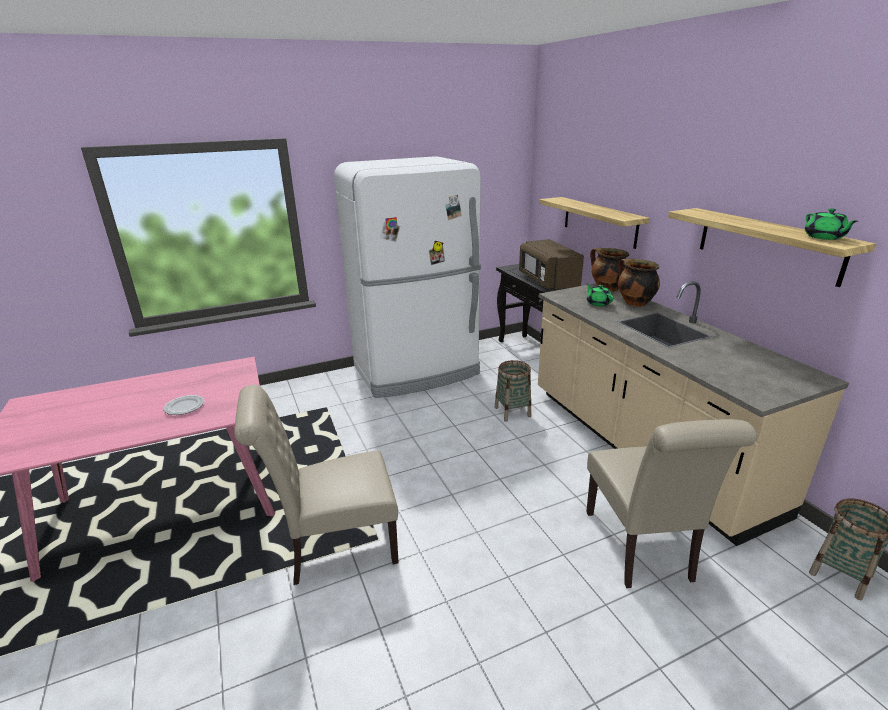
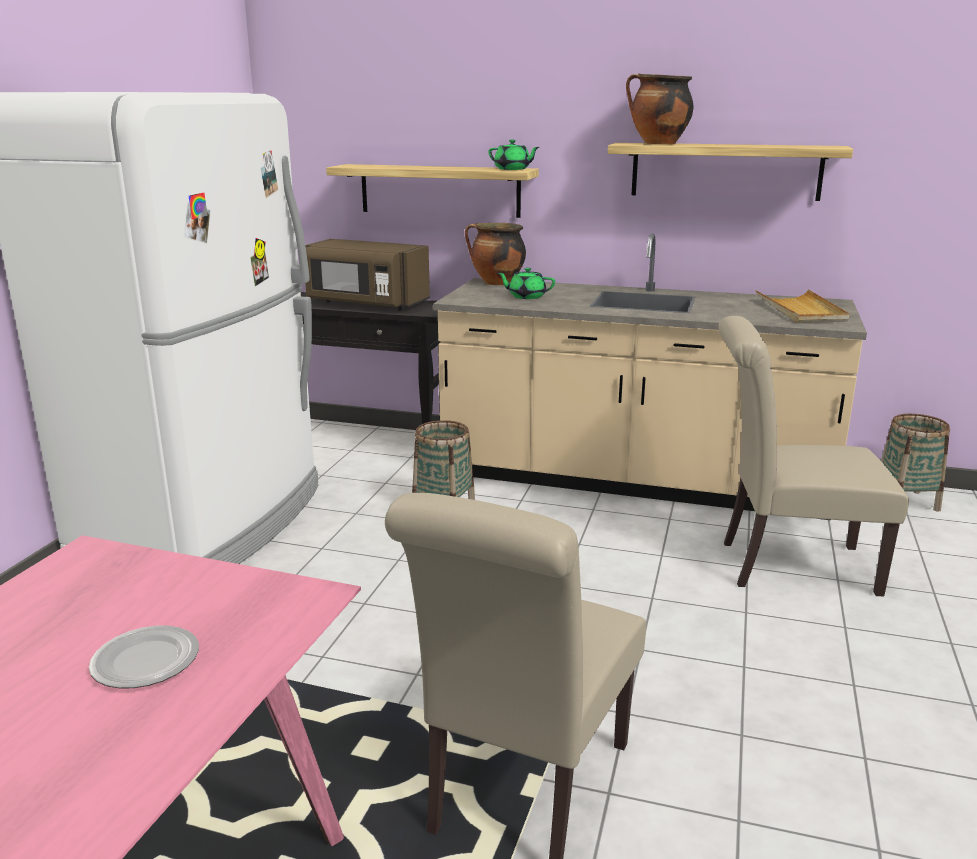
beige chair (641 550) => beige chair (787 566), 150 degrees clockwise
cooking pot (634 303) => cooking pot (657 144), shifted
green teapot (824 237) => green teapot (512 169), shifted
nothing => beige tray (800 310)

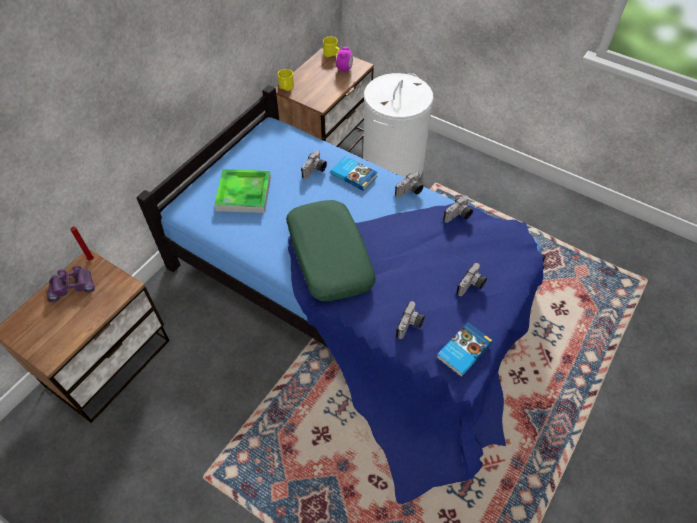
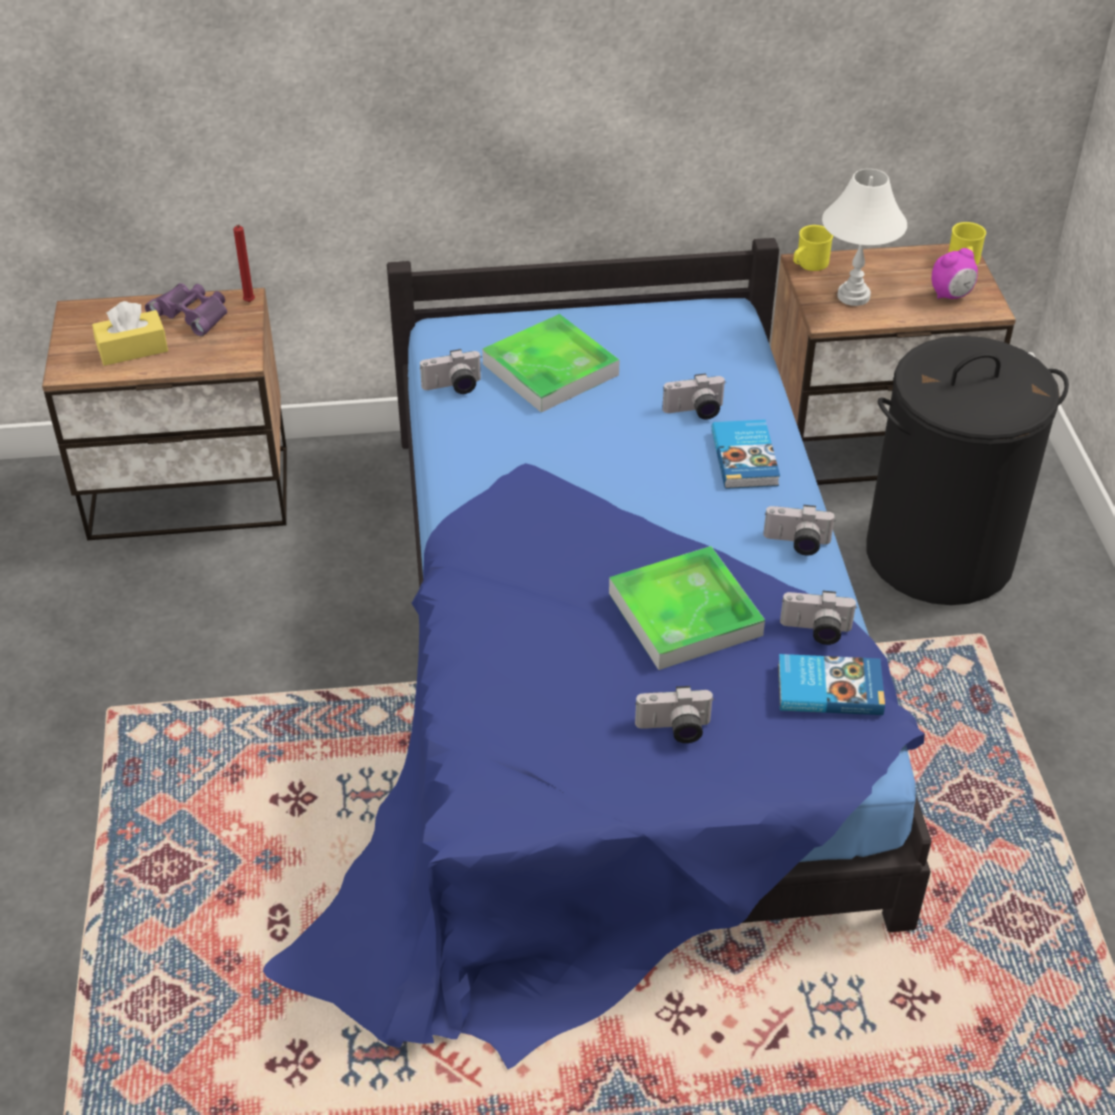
green pillow (328 256) => nothing
white laundry basket (392 166) => black laundry basket (939 554)
photo camera (410 326) => photo camera (453 387), shifted
book (463 350) => book (828 688), shifted
nothing => yellow tissue box (132 349)
nothing => tray (685 614)
nothing => white table lamp (853 296)

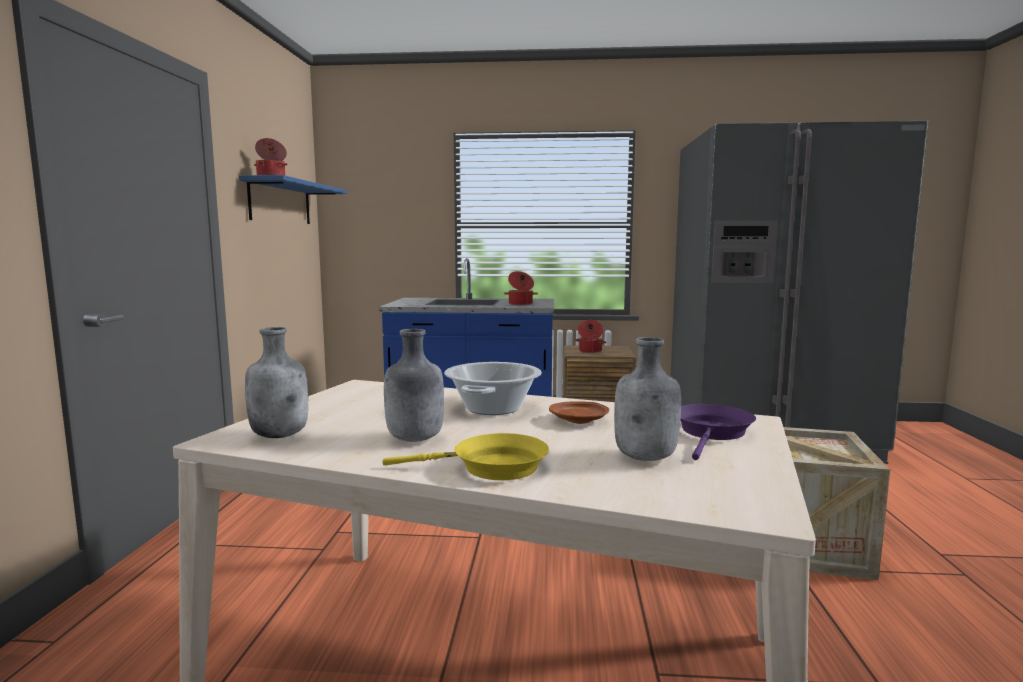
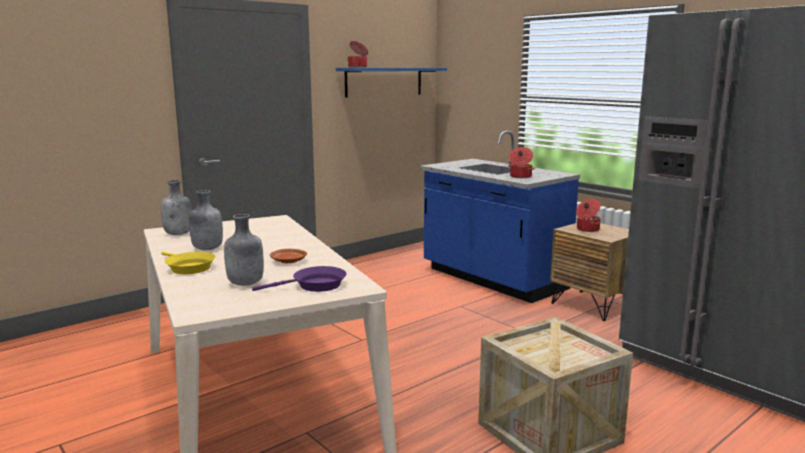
cooking pot (492 408) => nothing

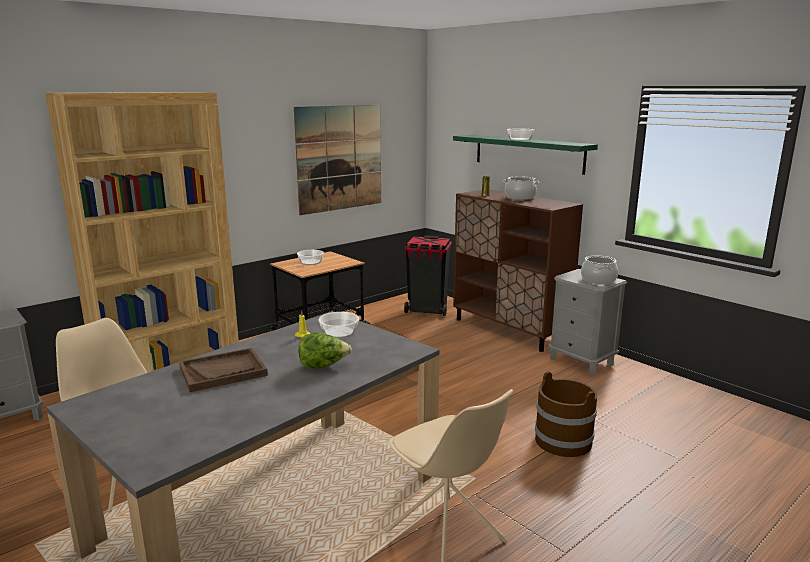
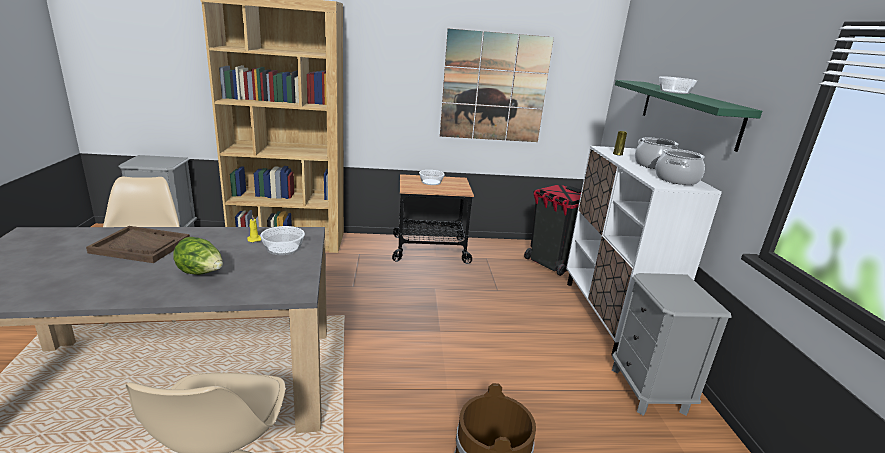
brown cabinet (509 330) => white cabinet (610 316)
cooking pot (598 280) => cooking pot (676 180), shifted

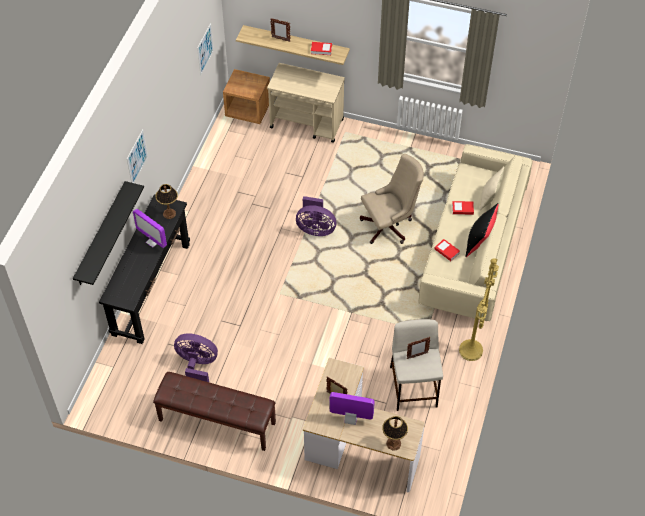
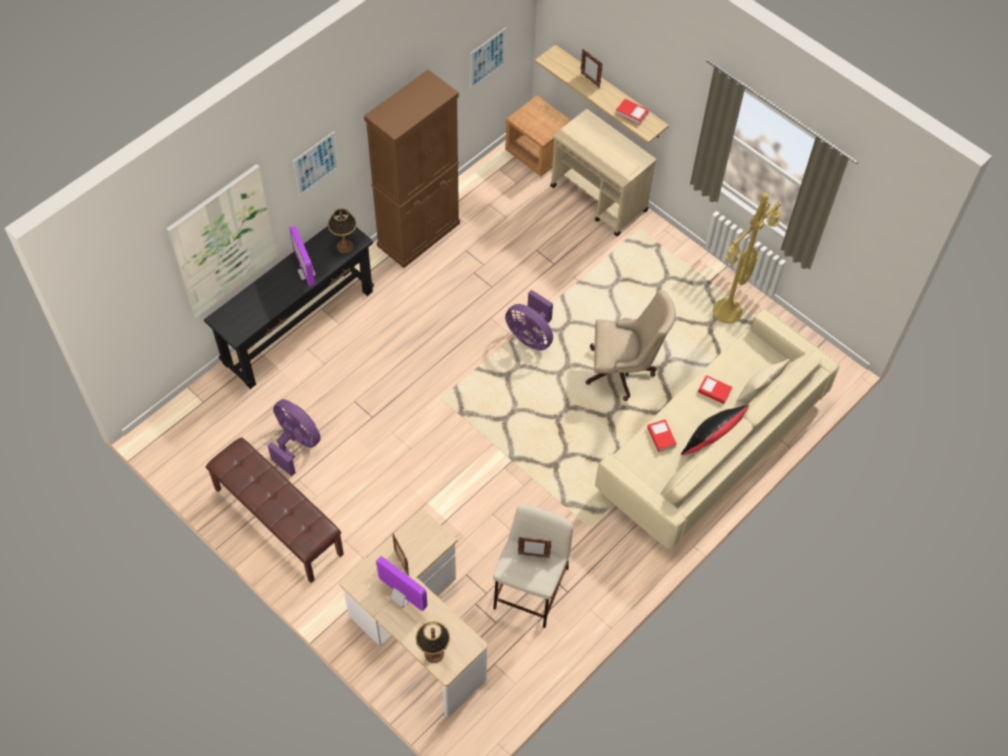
black shelf (101 235) => picture (223 242)
yellow floor lamp (472 352) => yellow floor lamp (727 314), shifted
nothing => brown cabinet (419 234)

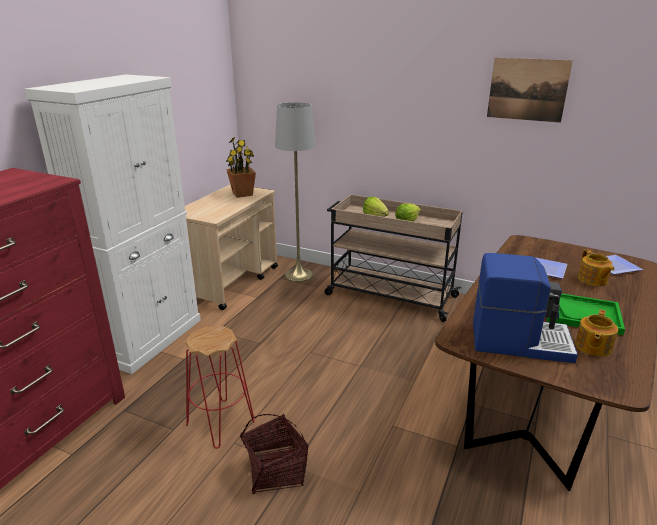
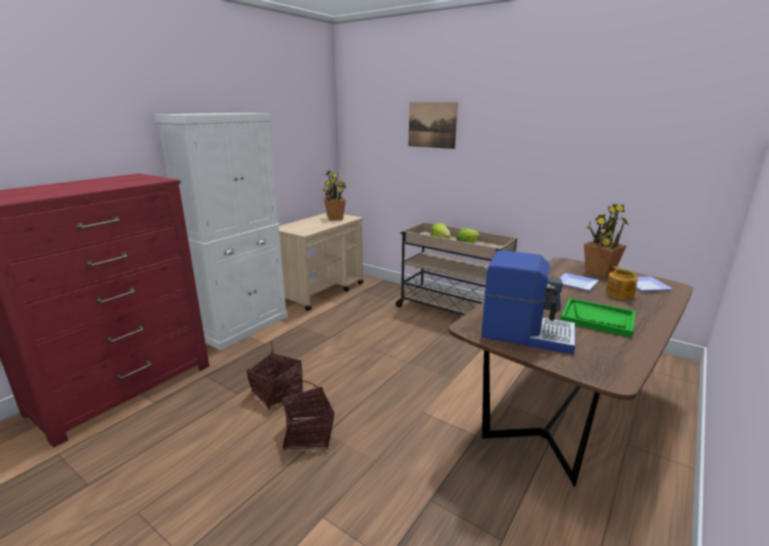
red stool (221 423) => basket (277 393)
grey floor lamp (299 275) => nothing
picture (527 89) => picture (432 125), shifted
teapot (592 347) => nothing
nothing => potted plant (599 272)

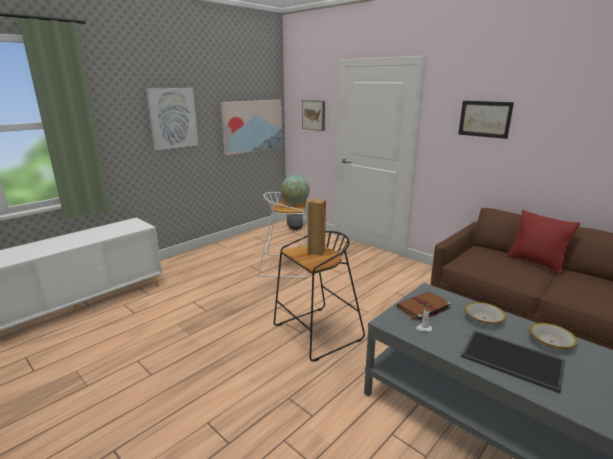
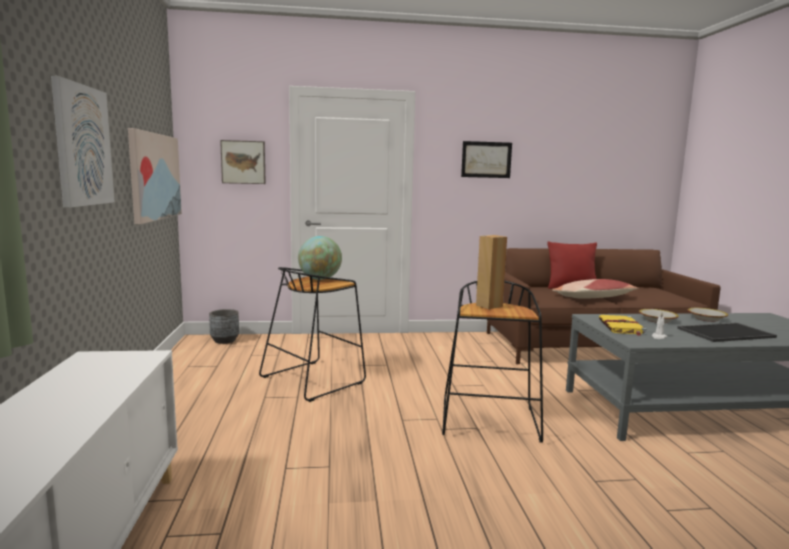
white stool (288 265) => black stool (313 379)
brown book (423 308) => yellow book (621 327)
nothing => pillow (593 298)

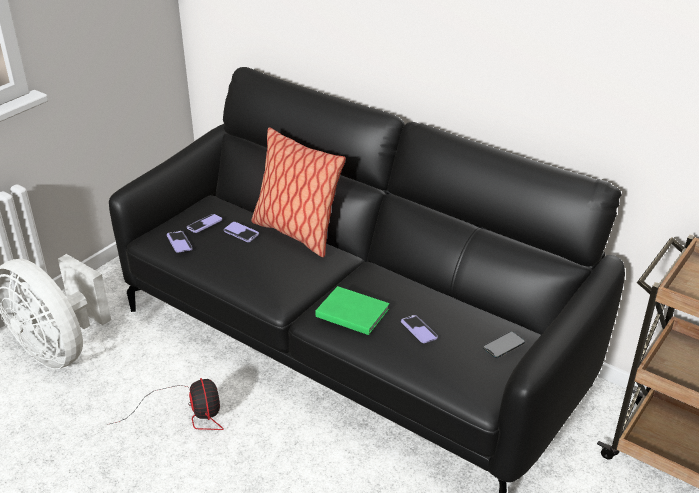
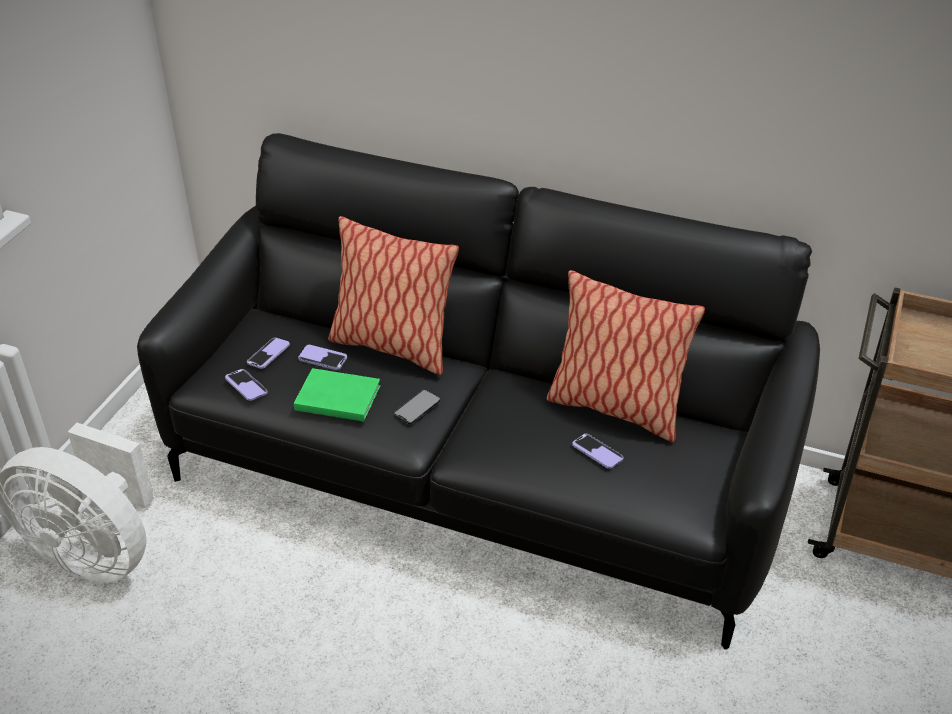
fan (189 413) => nothing
green book (351 311) => green book (336 396), shifted
phone (504 345) => phone (417 407), shifted
nothing => pillow (615 408)

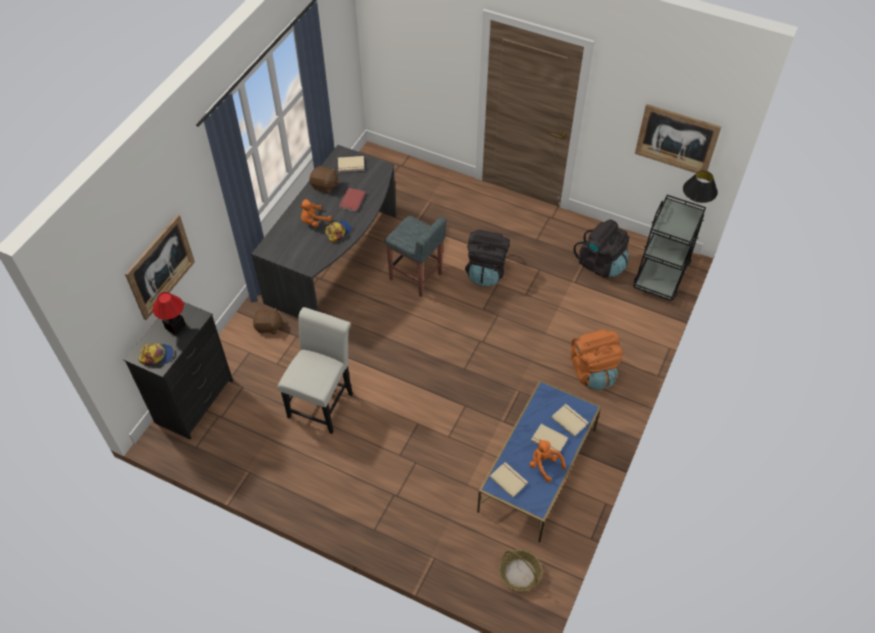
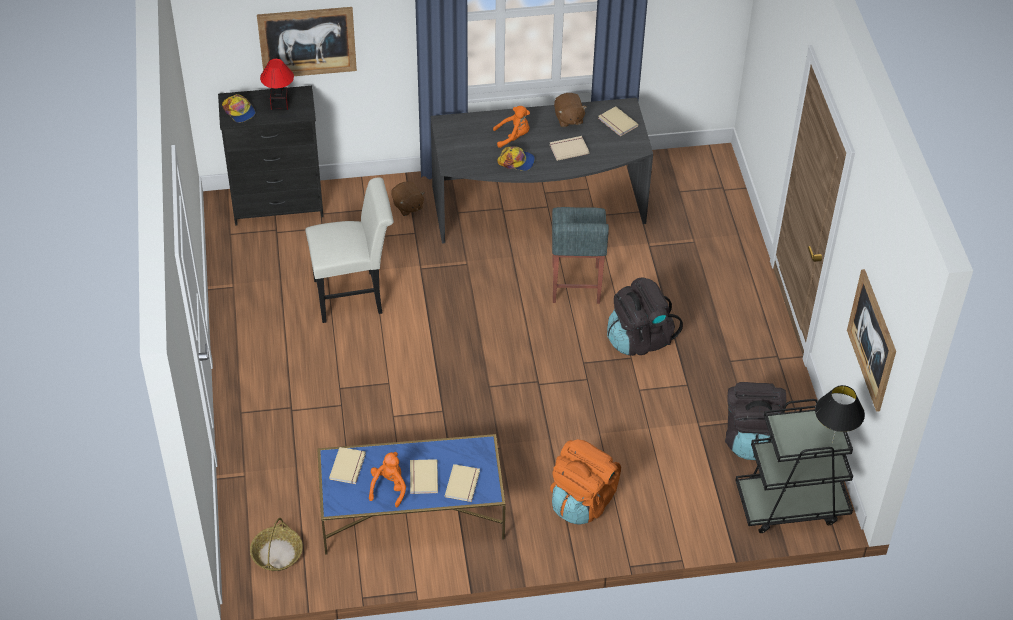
orange plush toy (314 221) => orange plush toy (513 137), 150 degrees clockwise
red book (351 200) => beige book (568 149)

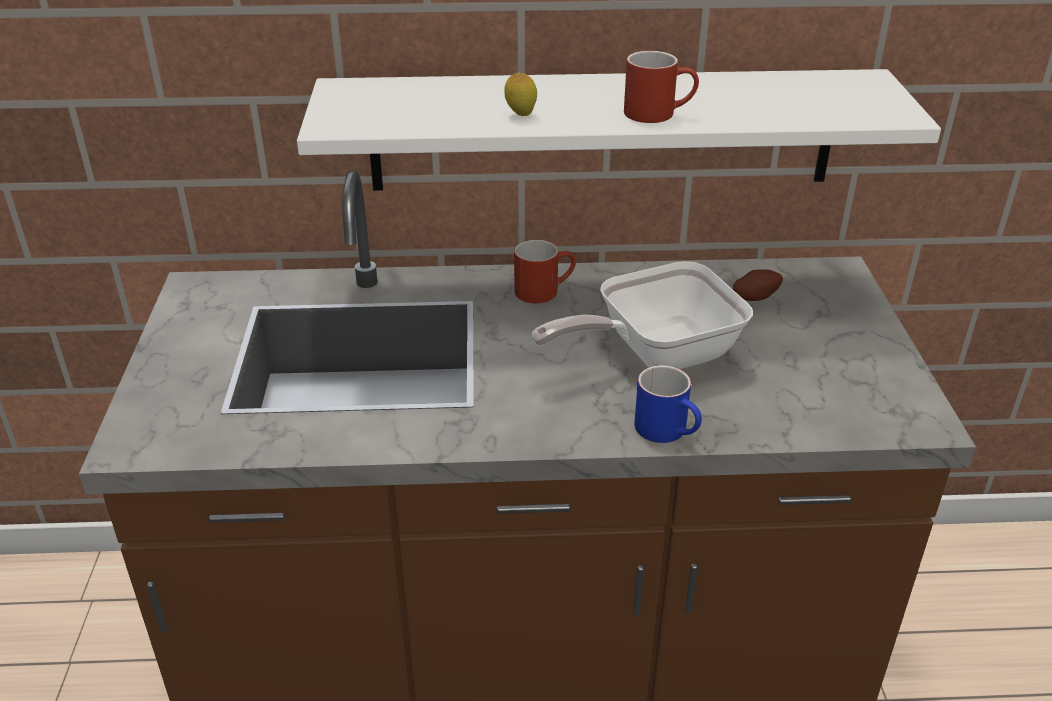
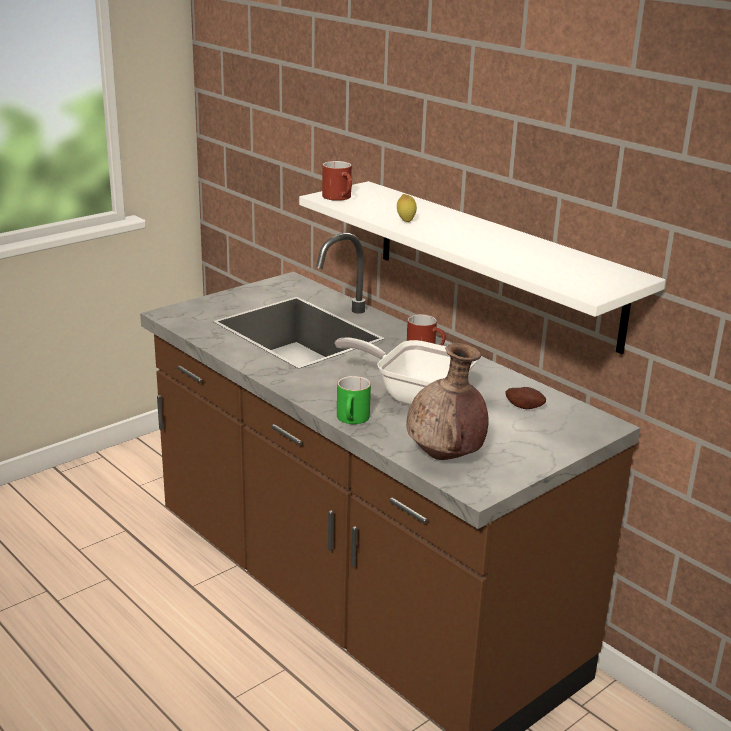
red mug (659 113) => red mug (340 198), shifted
blue mug (669 431) => green mug (353 420)
nothing => brown vase (445 457)

